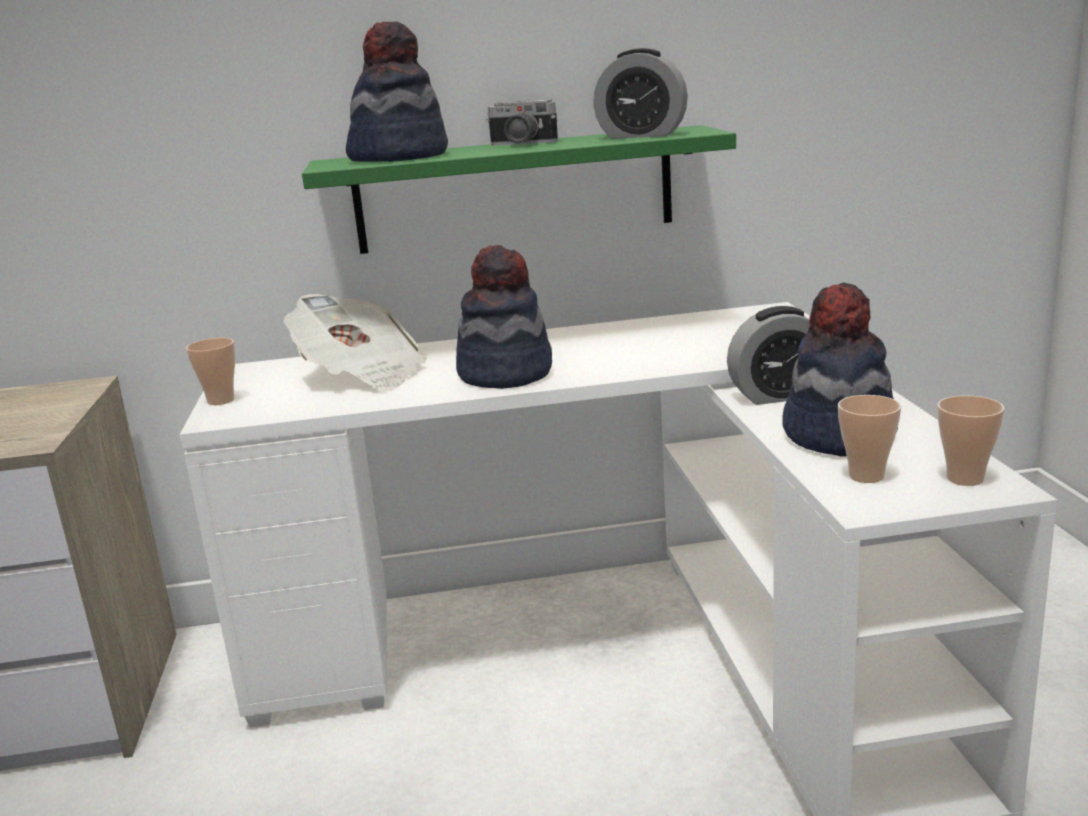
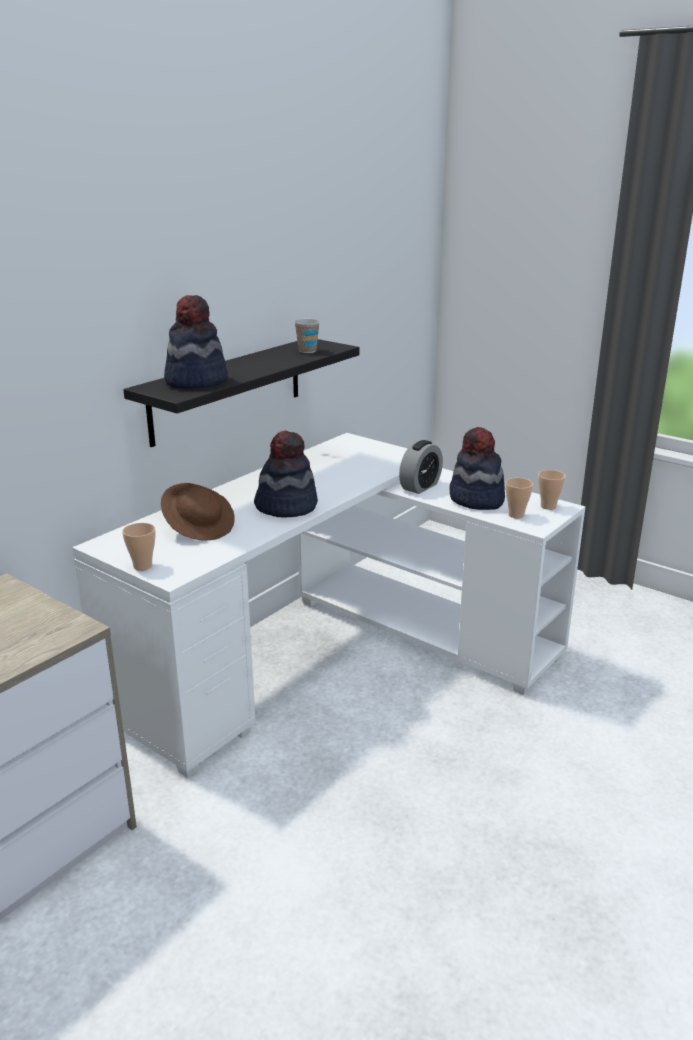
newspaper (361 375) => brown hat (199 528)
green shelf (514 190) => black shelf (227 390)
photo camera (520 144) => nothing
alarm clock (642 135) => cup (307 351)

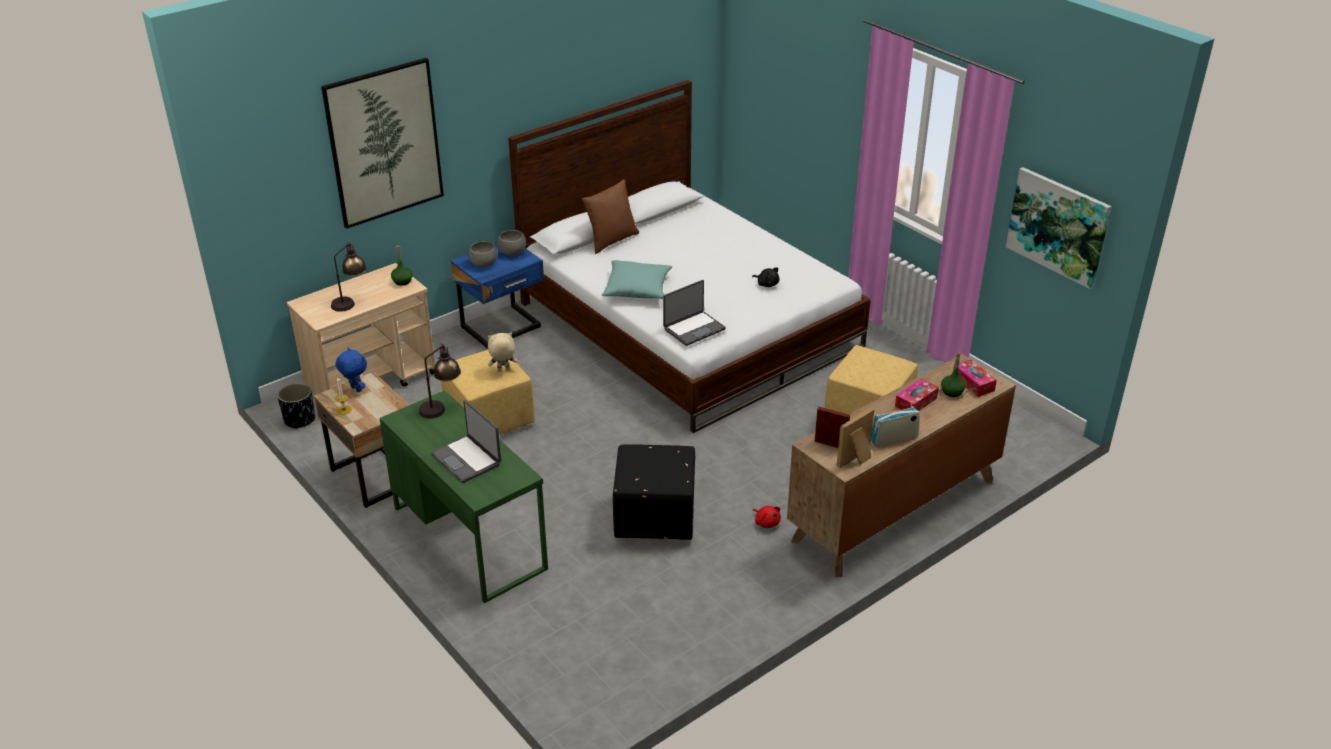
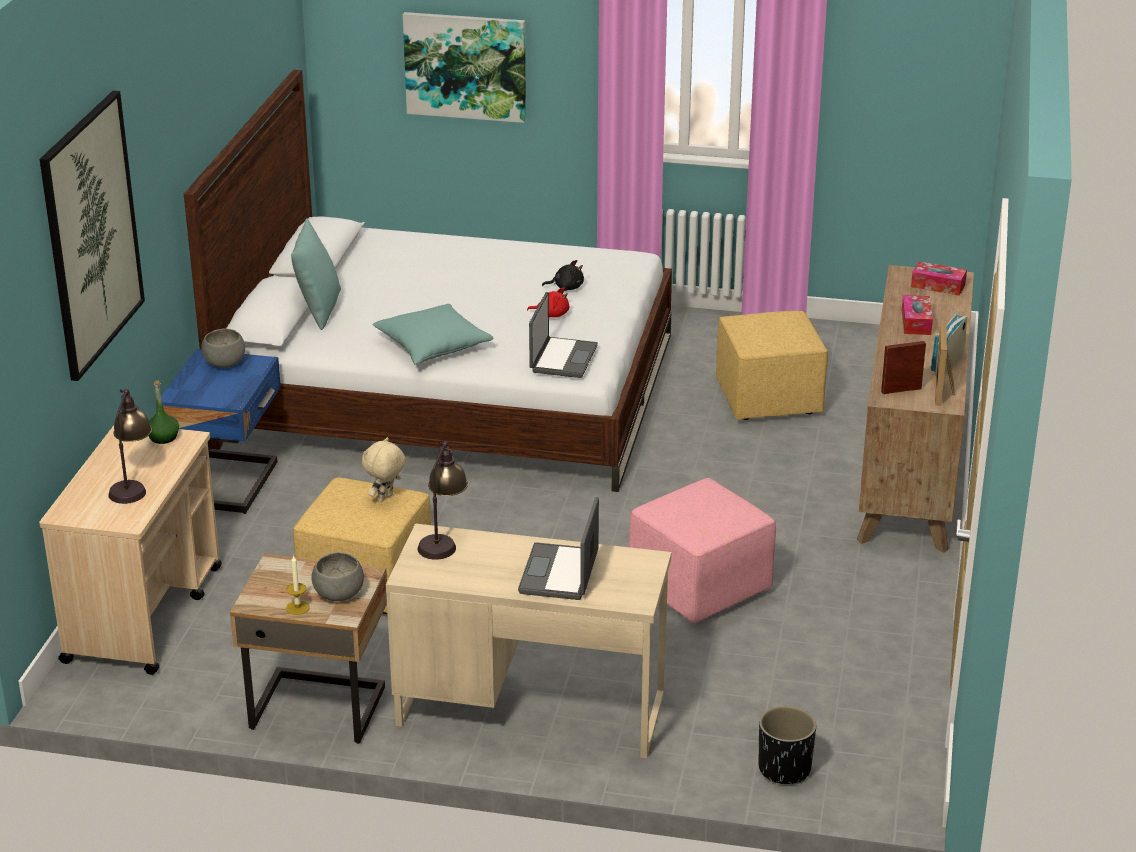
black planter (300 420) => black planter (784 769), shifted
blue plush toy (355 389) => nothing
green desk (469 537) => beige desk (531 707)
laptop (467 459) => laptop (560 573), 90 degrees clockwise
grey bowl (484 264) => grey bowl (339 594), shifted
brown pillow (611 240) => turquoise pillow (318 309)
black ottoman (654 518) => pink ottoman (700 589)
red plush toy (766 522) => red plush toy (551 314), shifted
green bottle (952 391) => nothing
picture (1058 226) => picture (465 66), shifted

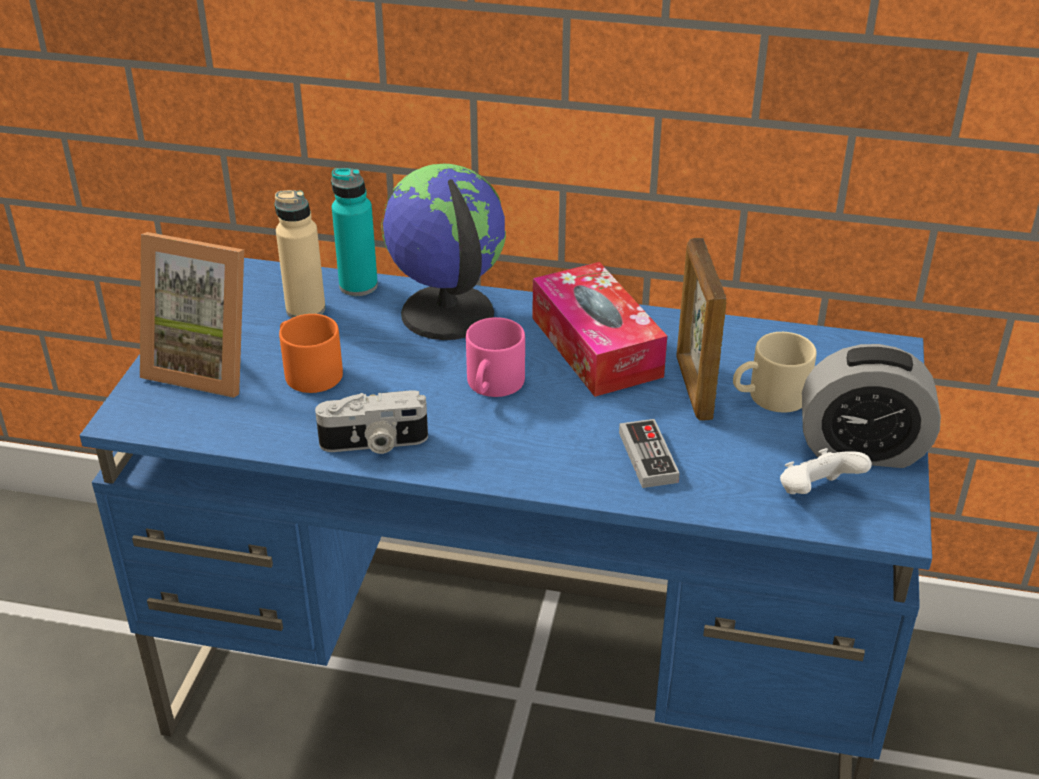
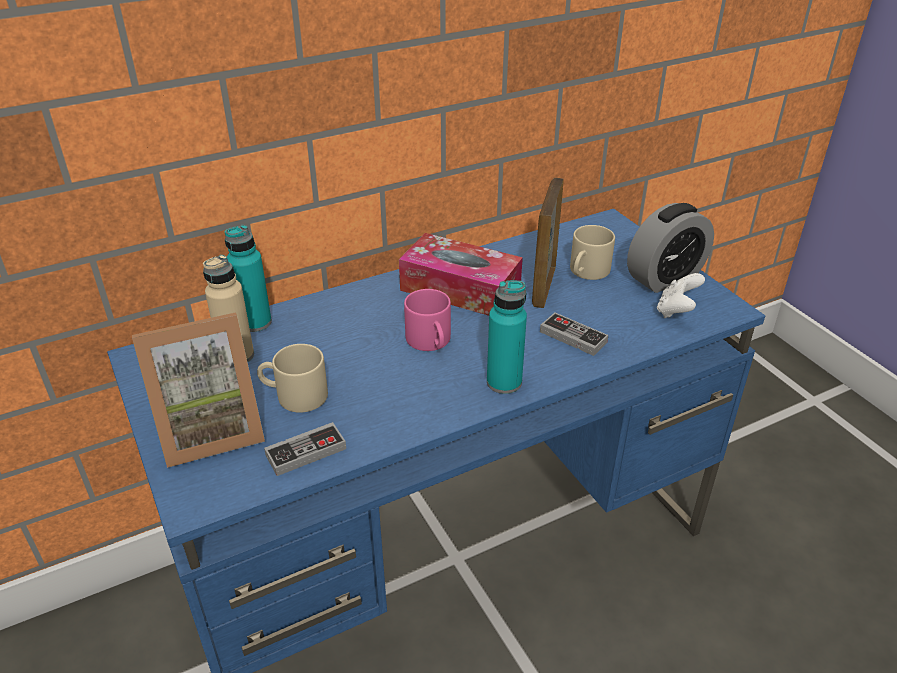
orange mug (306 371) => beige mug (294 396)
photo camera (374 444) => nothing
globe (445 313) => nothing
picture frame (693 388) => picture frame (543 286), 60 degrees clockwise
nothing => game controller (306 452)
nothing => turquoise bottle (504 382)

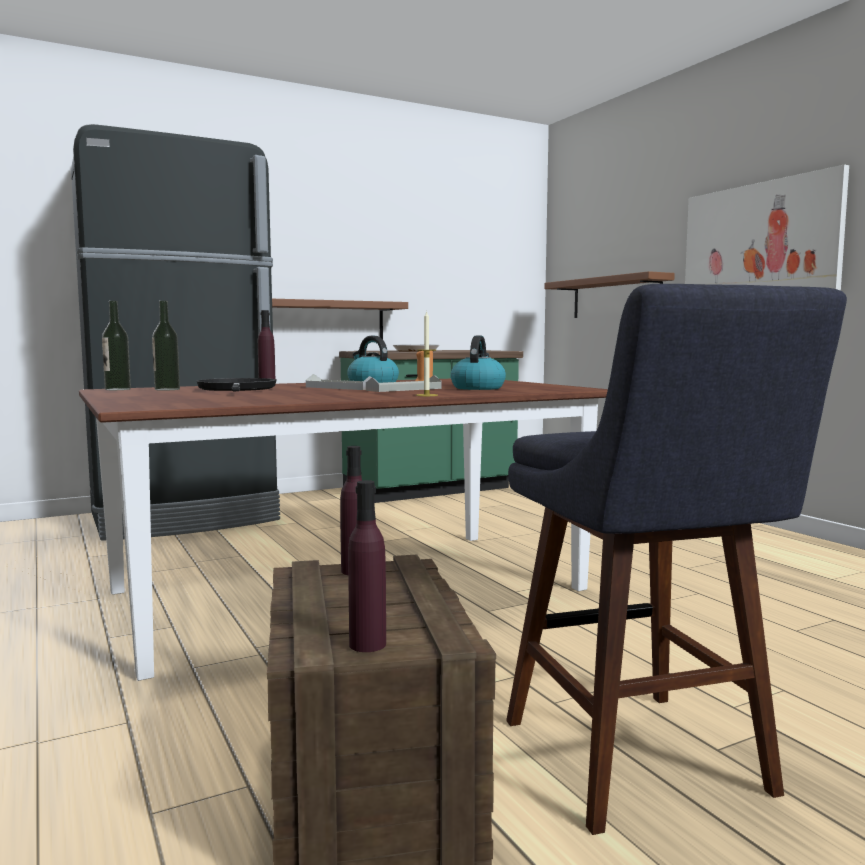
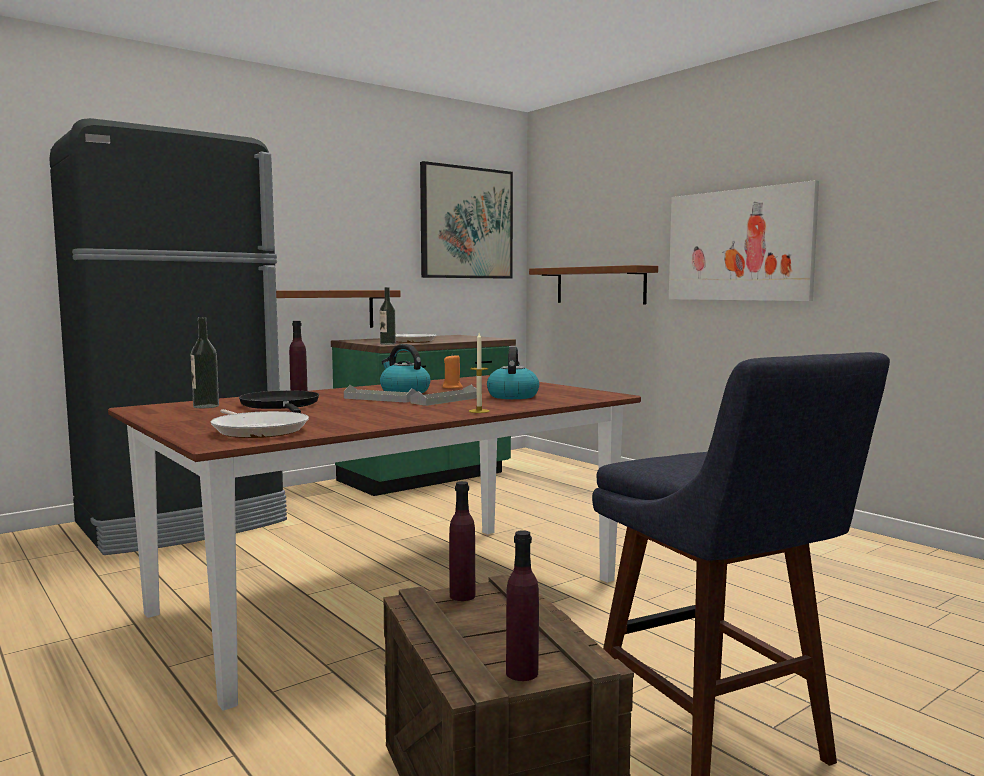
bottle (117 389) => bottle (387 344), shifted
nothing => frying pan (258 430)
nothing => picture (466 223)

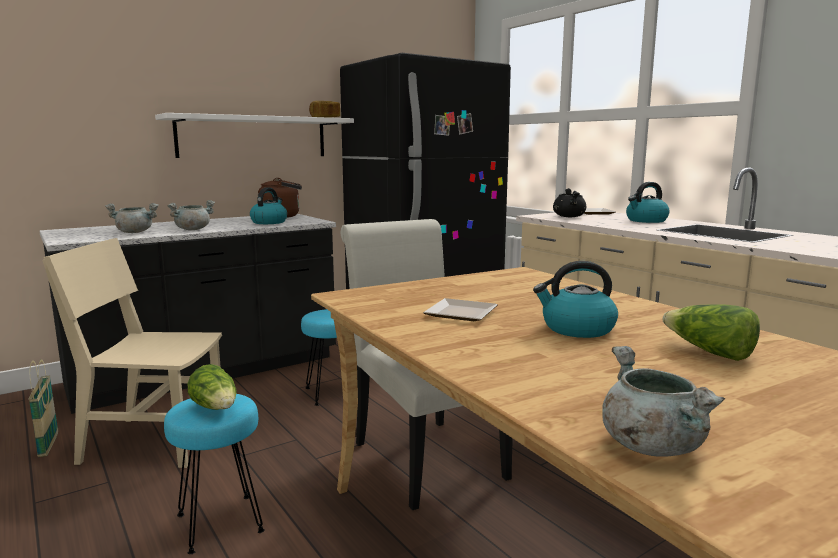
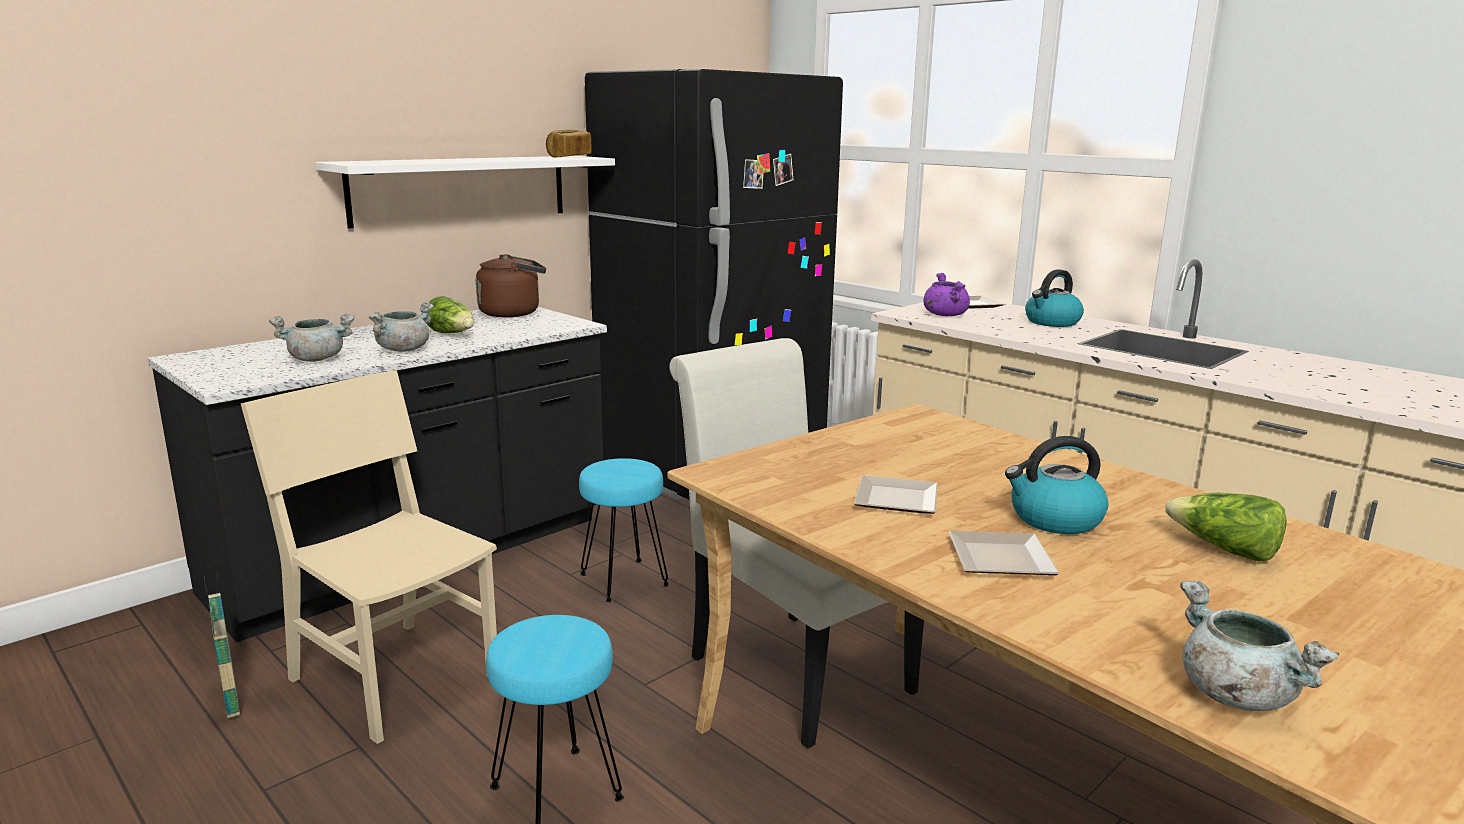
beige chair (154 441) => beige chair (395 677), 45 degrees clockwise
lettuce (216 408) => lettuce (453 334), shifted
kettle (269 222) => nothing
black cooking pot (568 217) => purple cooking pot (944 315)
nothing => plate (998 560)

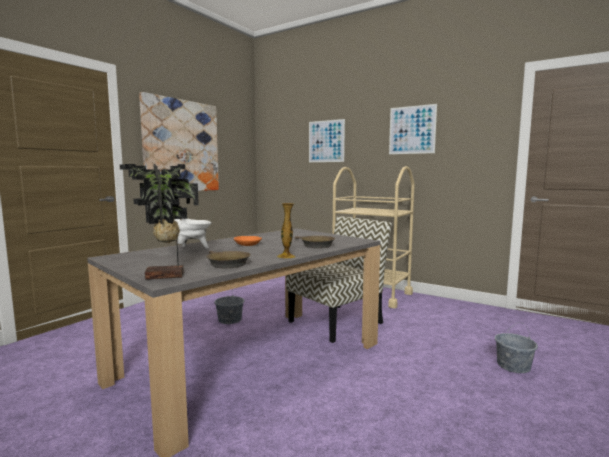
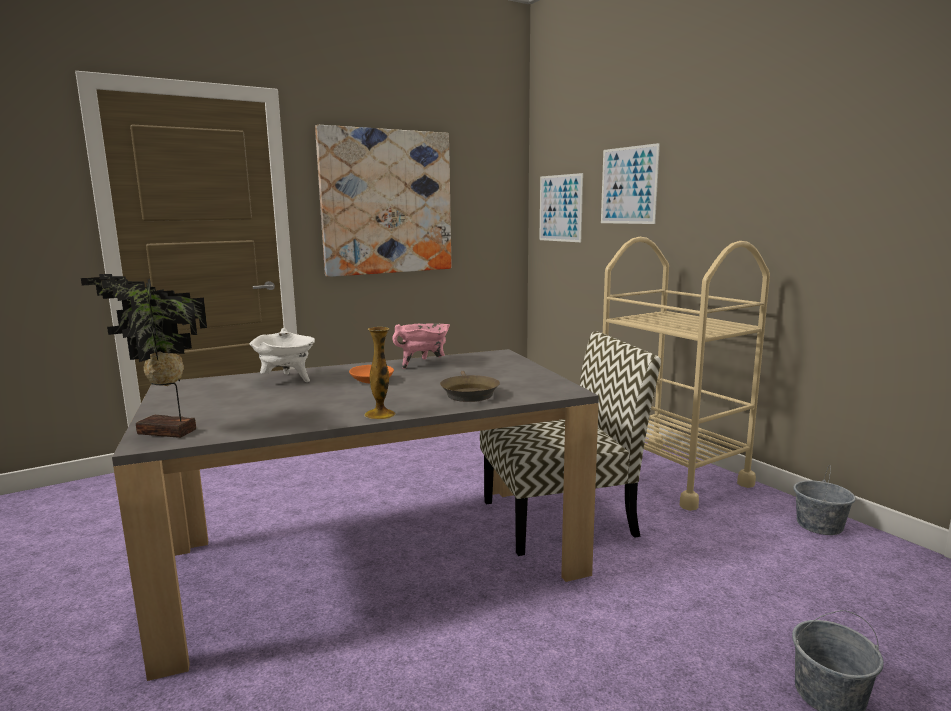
brown frying pan (226 263) => nothing
grey bucket (230 320) => grey bucket (819 525), shifted
picture (412 130) => picture (560 208), shifted
nothing => pink cooking pot (423 364)

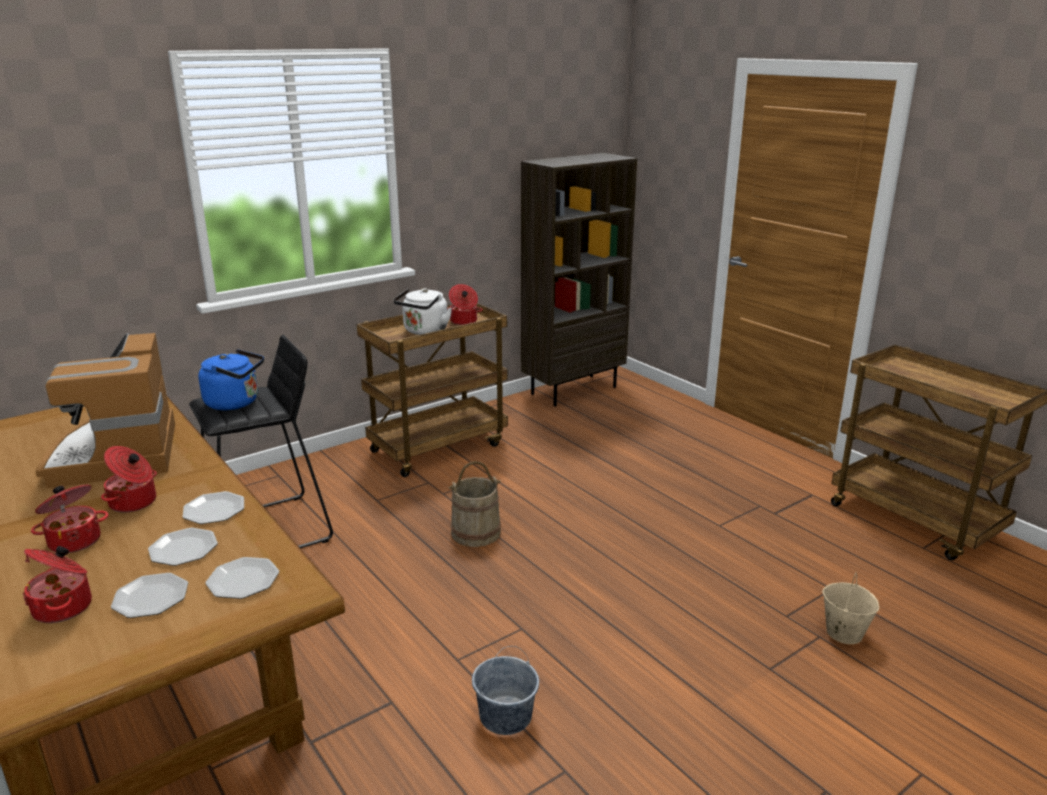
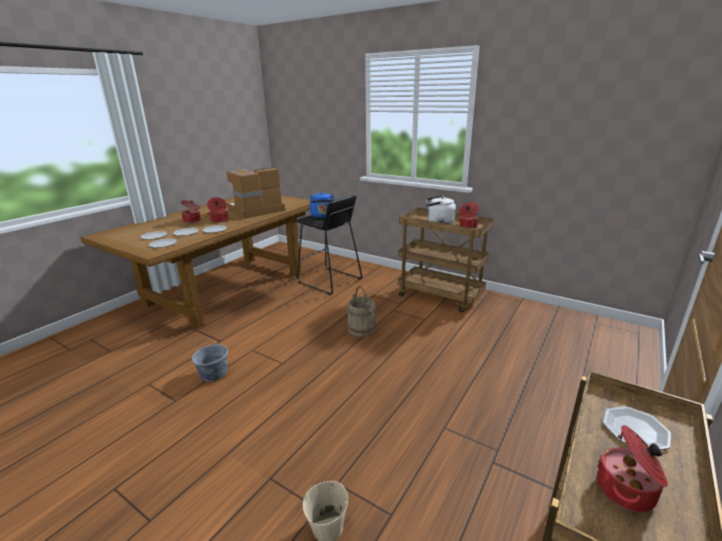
cooking pot (64 607) => cooking pot (627 491), shifted
brown bookcase (573 390) => nothing
nothing => plate (635 430)

